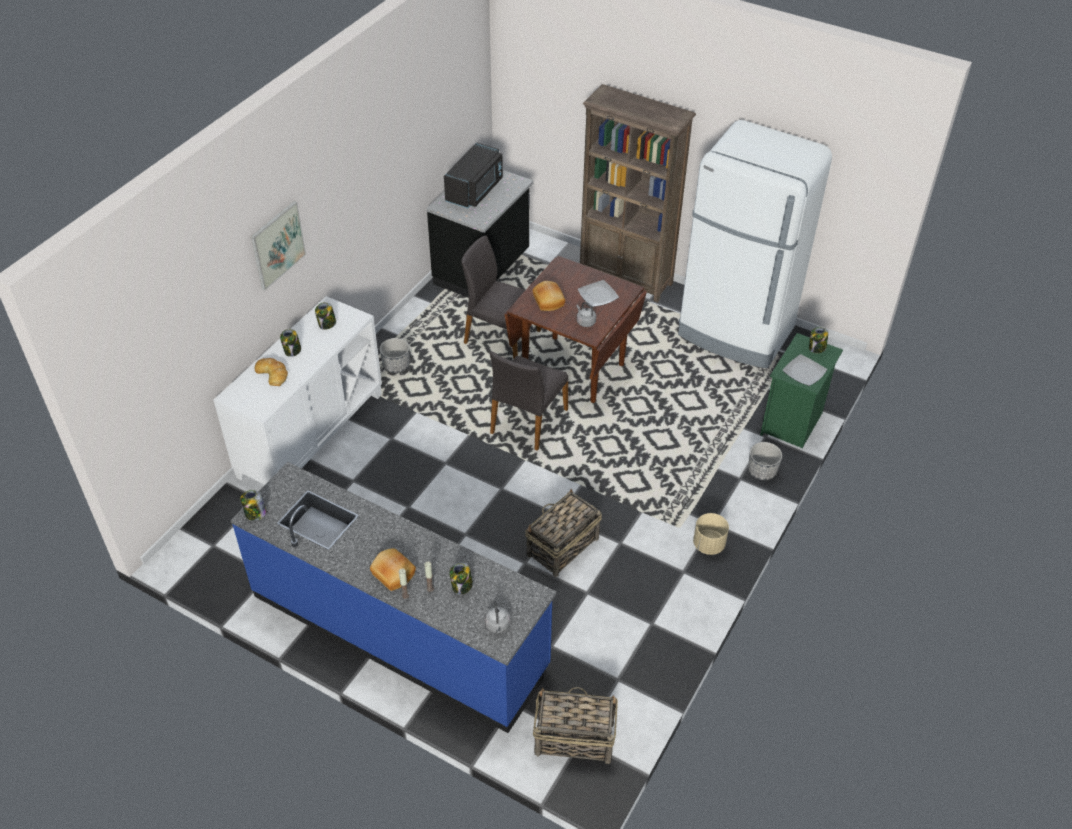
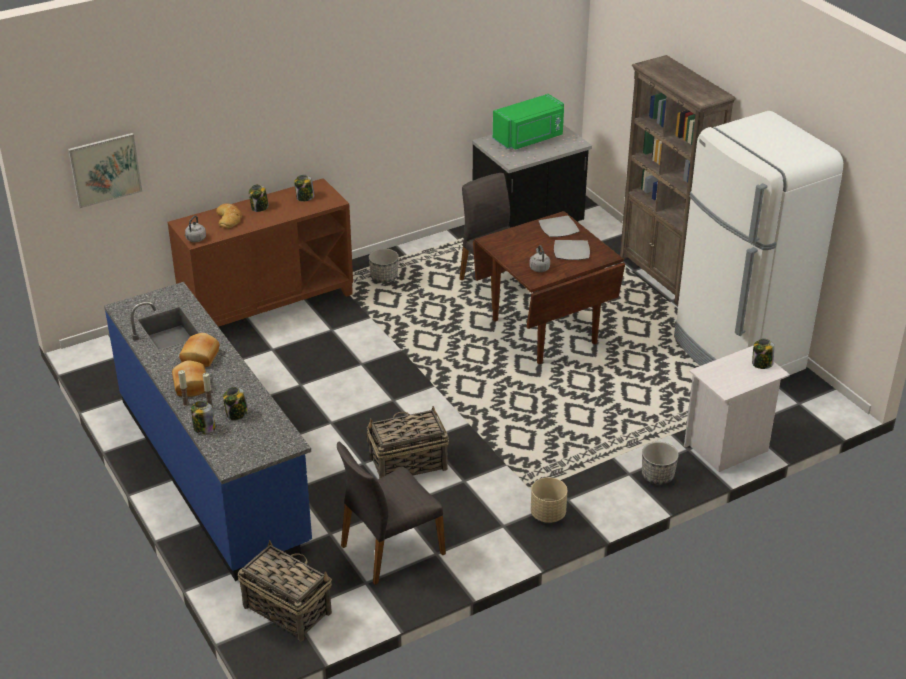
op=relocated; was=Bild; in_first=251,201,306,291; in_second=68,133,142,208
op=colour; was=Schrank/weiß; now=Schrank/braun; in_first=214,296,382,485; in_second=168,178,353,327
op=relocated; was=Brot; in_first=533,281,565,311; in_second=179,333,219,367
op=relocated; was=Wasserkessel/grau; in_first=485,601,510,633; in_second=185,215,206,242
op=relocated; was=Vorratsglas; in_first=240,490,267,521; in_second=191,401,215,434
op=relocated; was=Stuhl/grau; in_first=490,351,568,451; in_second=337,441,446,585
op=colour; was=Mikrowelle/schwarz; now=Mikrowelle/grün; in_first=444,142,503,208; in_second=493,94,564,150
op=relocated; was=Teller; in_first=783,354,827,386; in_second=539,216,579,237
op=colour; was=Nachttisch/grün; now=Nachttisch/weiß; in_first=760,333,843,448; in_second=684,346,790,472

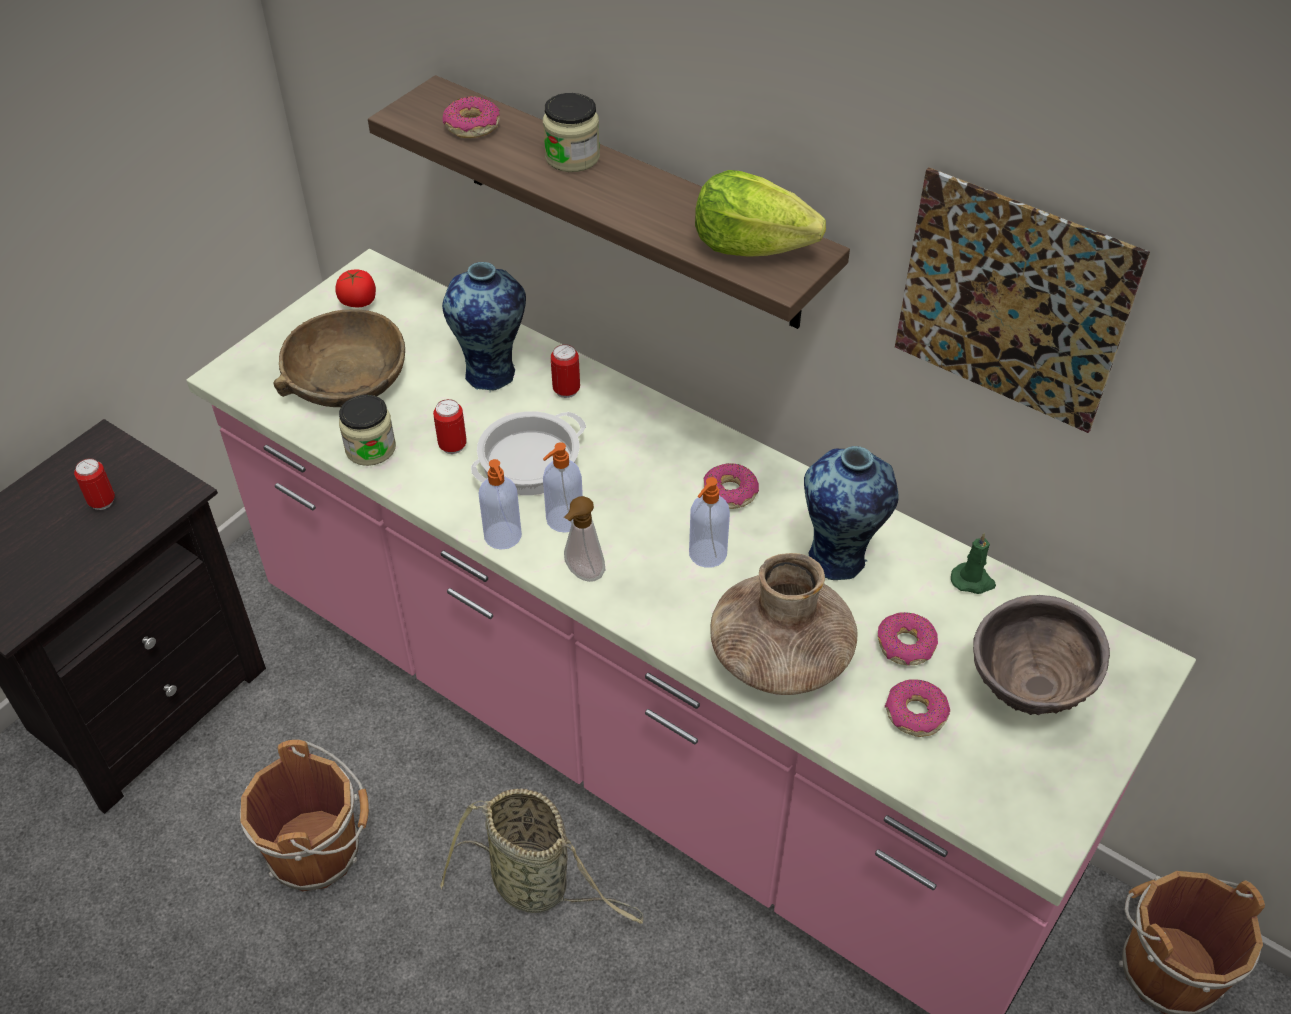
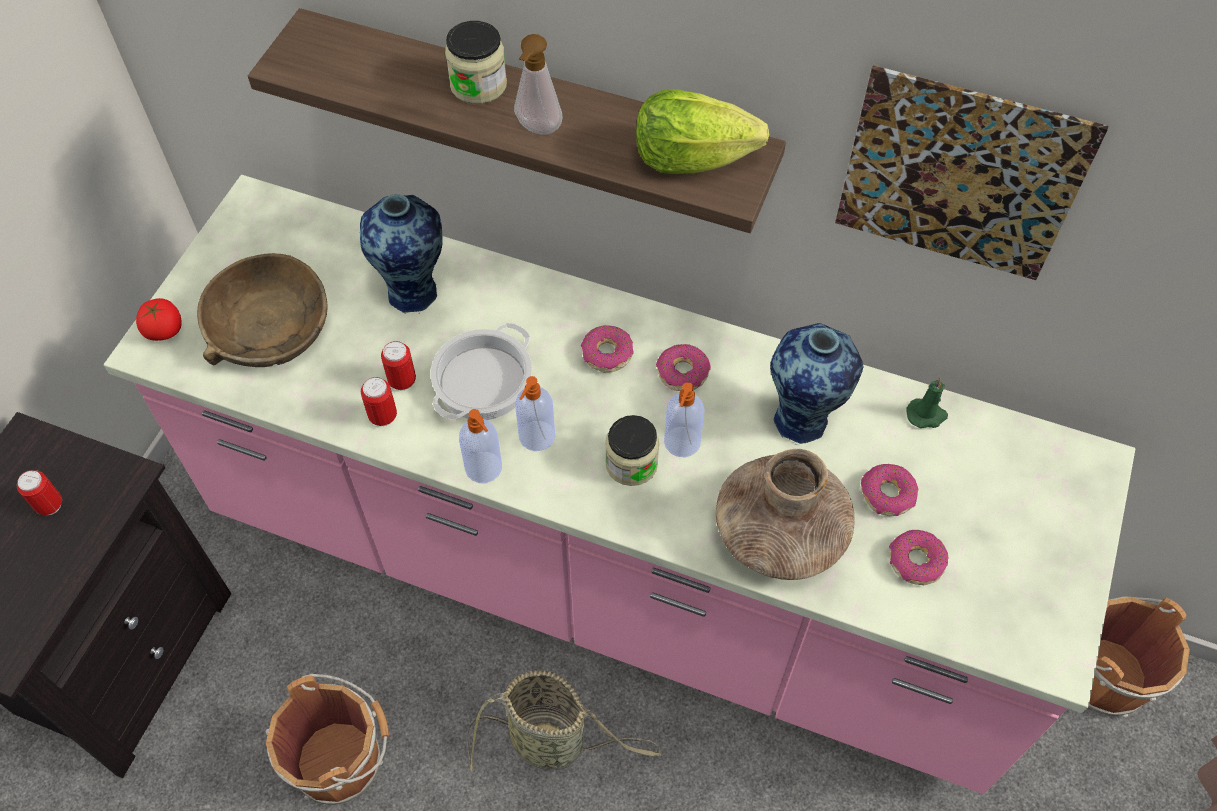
op=relocated; was=Tomate; in_first=335,270,376,307; in_second=136,298,182,341
op=relocated; was=Dose; in_first=551,344,580,398; in_second=361,377,397,426
op=relocated; was=Seifenspender; in_first=564,496,605,582; in_second=514,34,563,134
op=relocated; was=Donut; in_first=443,96,500,138; in_second=581,325,634,373
op=relocated; was=Vorratsglas; in_first=339,395,396,466; in_second=605,415,659,486
op=missing; was=Schüssel/braun; in_first=973,595,1110,715

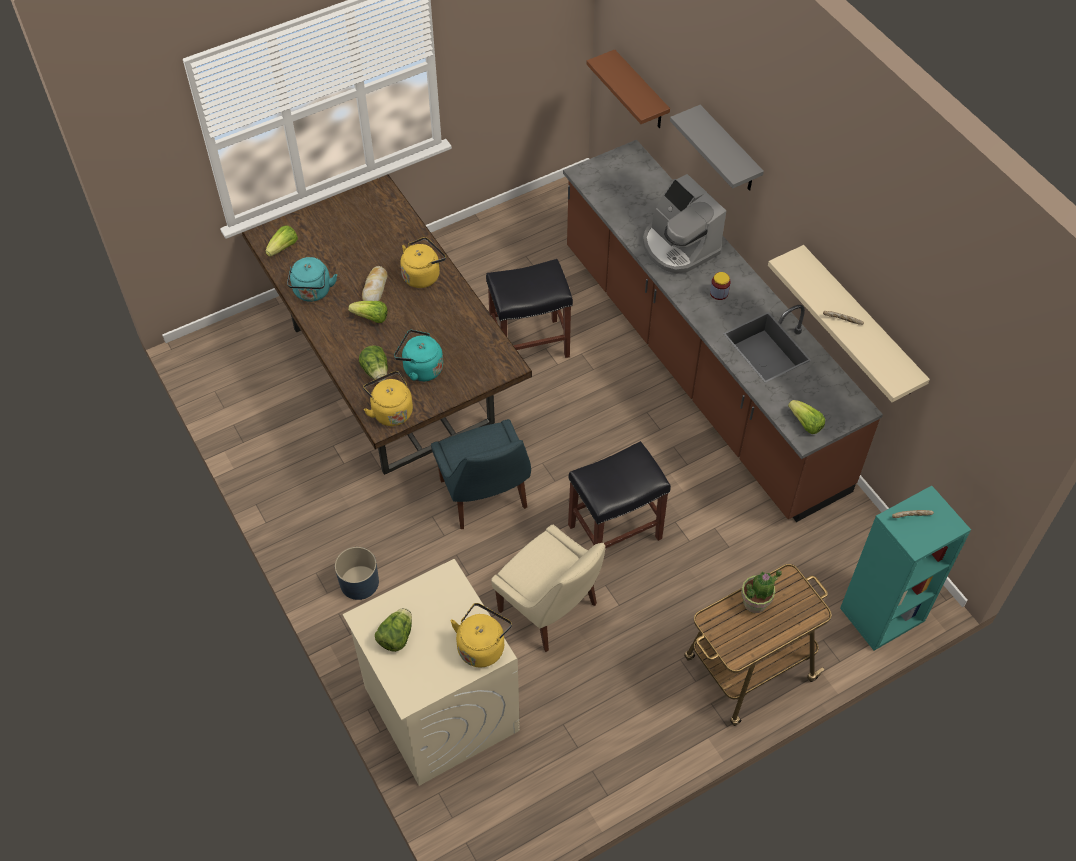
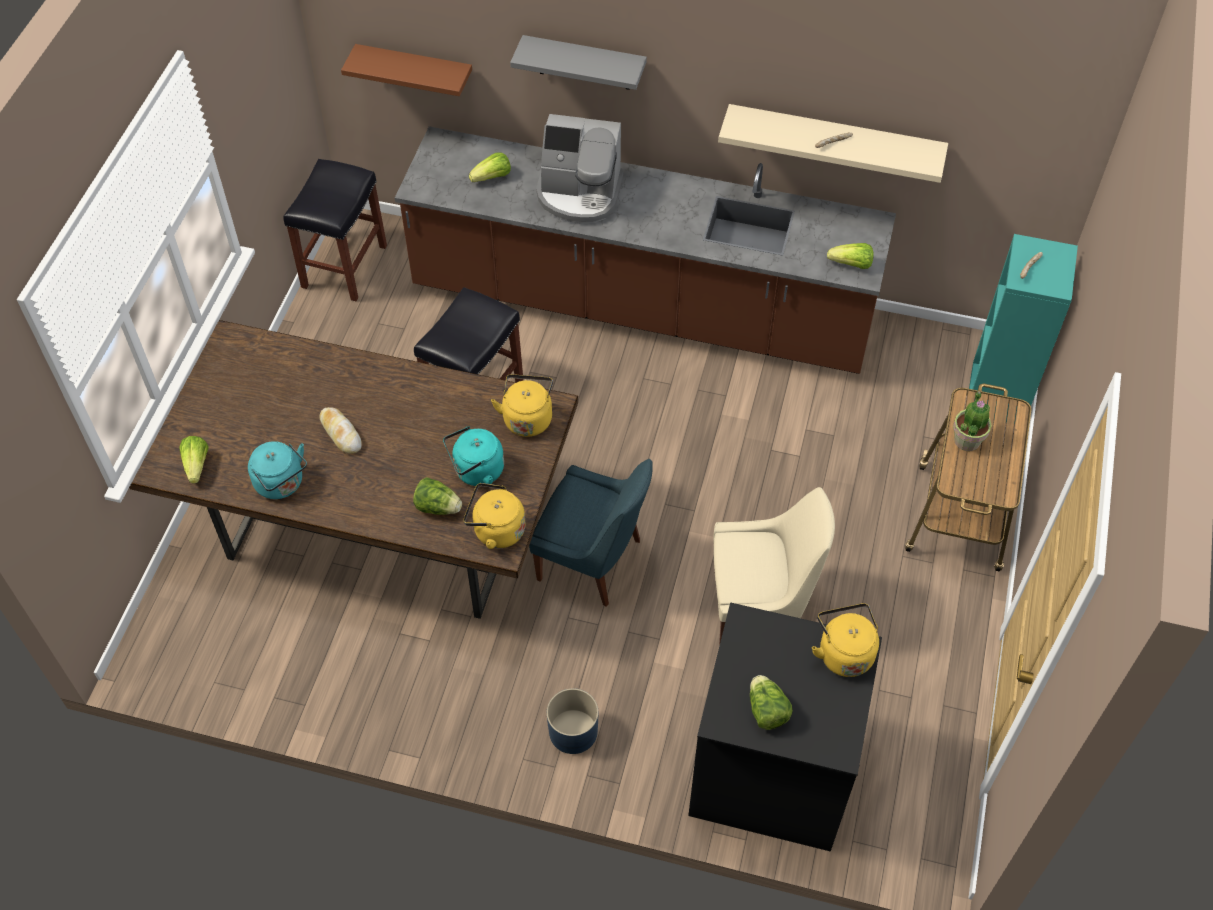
op=relocated; was=Hocker/schwarz; in_first=568,441,671,548; in_second=283,159,387,302
op=relocated; was=Salatkopf; in_first=348,301,388,323; in_second=469,152,511,182
op=relocated; was=Wasserkessel/gelb; in_first=400,237,446,288; in_second=491,374,553,437
op=colour; was=Waschmaschine/beige; now=Waschmaschine/schwarz; in_first=343,559,520,786; in_second=688,602,882,852
op=missing; was=Vorratsglas; in_first=710,272,731,300

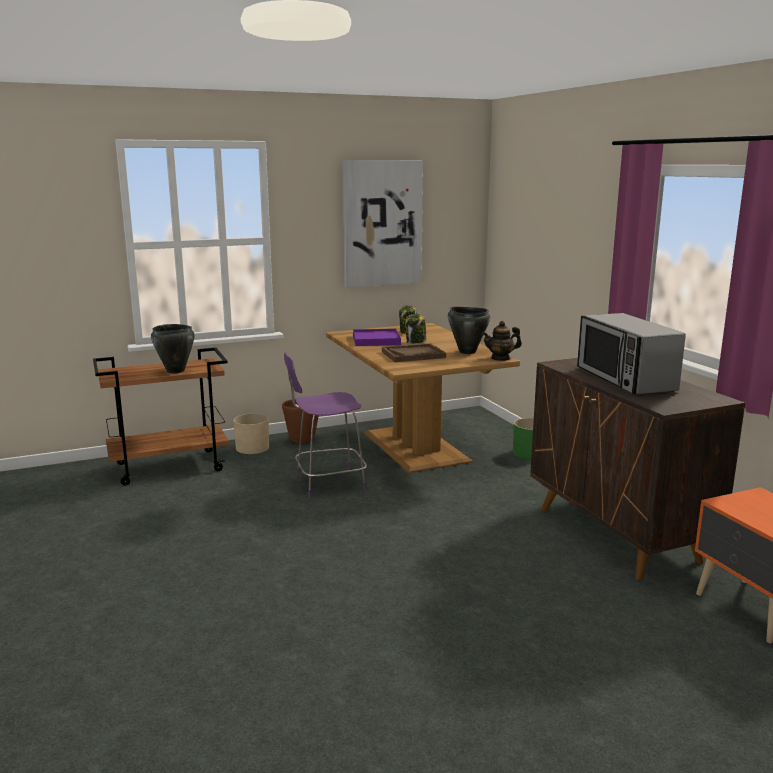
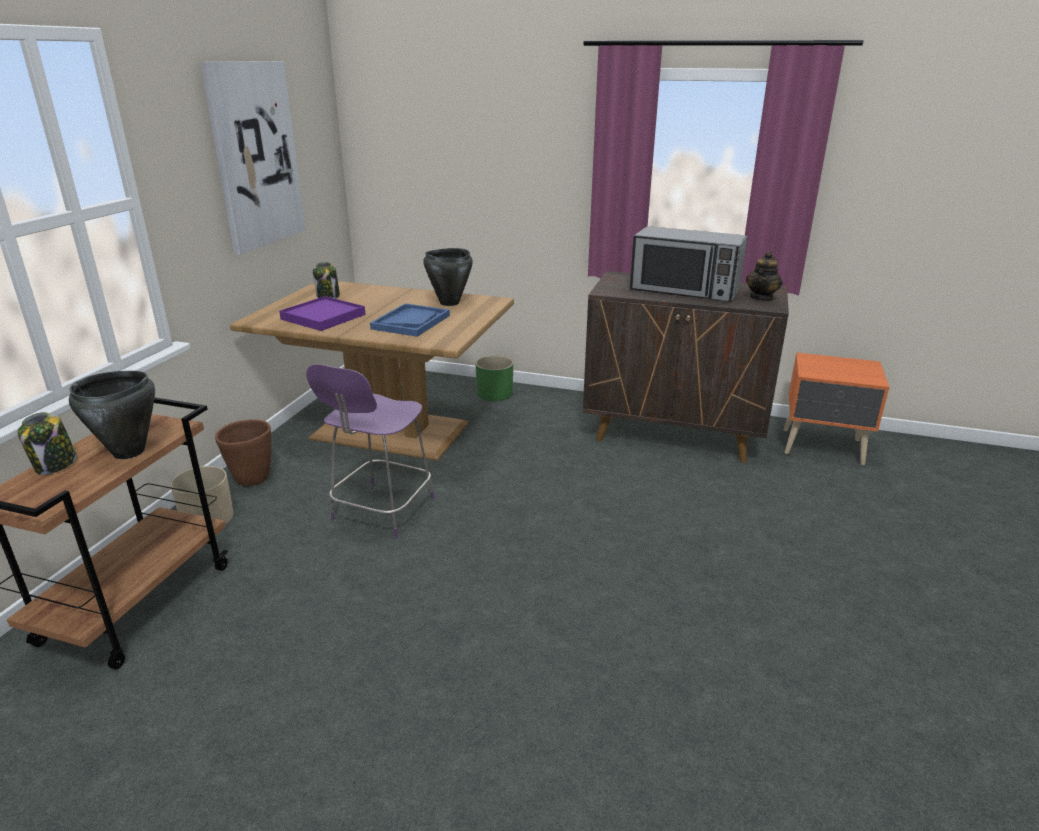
op=relocated; was=Vorratsglas; in_first=405,314,427,344; in_second=17,412,77,475
op=colour; was=Tablett/braun; now=Tablett/blau; in_first=382,343,446,362; in_second=370,303,450,337
op=relocated; was=Teekanne; in_first=482,321,522,361; in_second=746,251,783,302

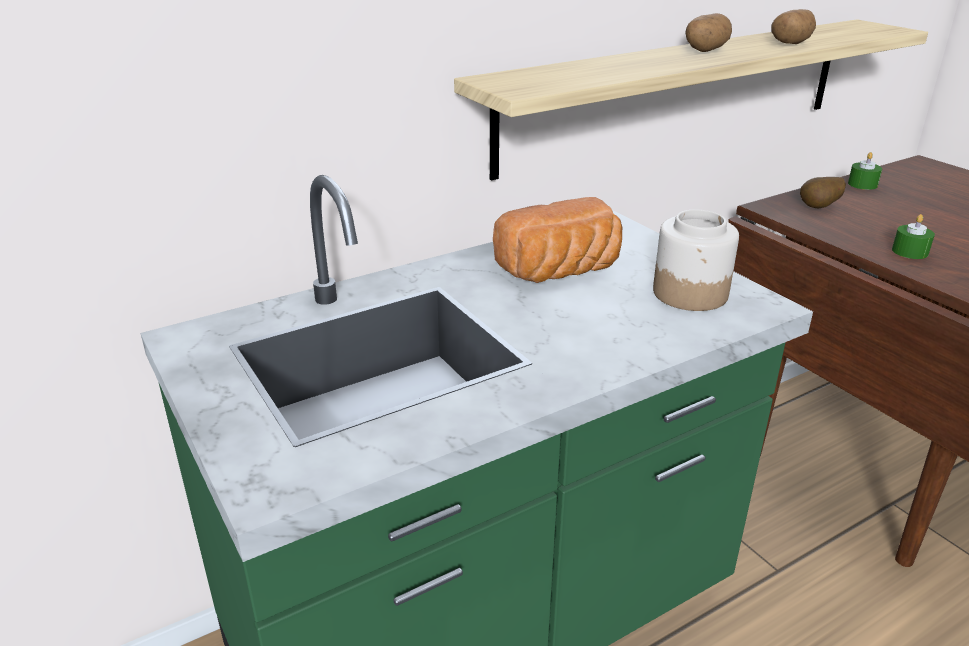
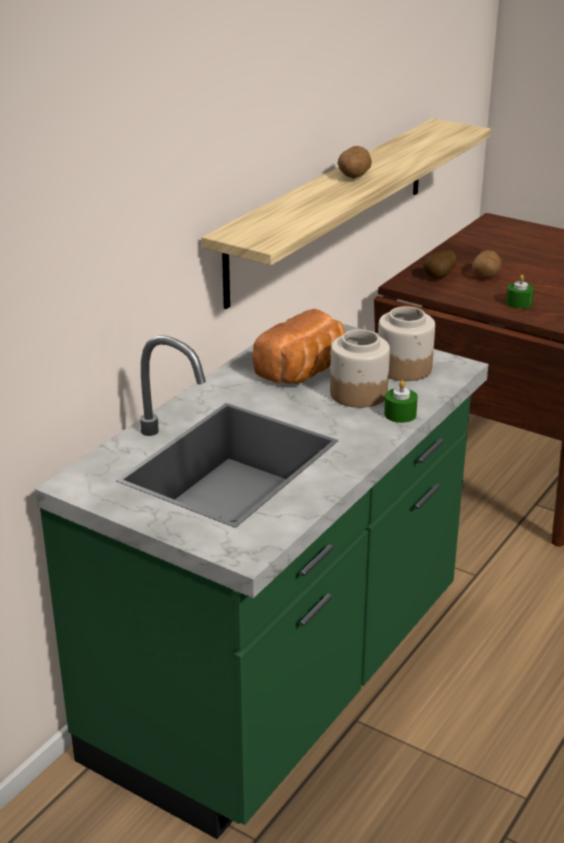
op=appeared; now=Vorratsglas; in_second=330,330,390,408
op=relocated; was=Kerze/grün; in_first=848,152,882,190; in_second=384,380,418,423
op=relocated; was=Kartoffel; in_first=771,9,816,44; in_second=472,250,501,278

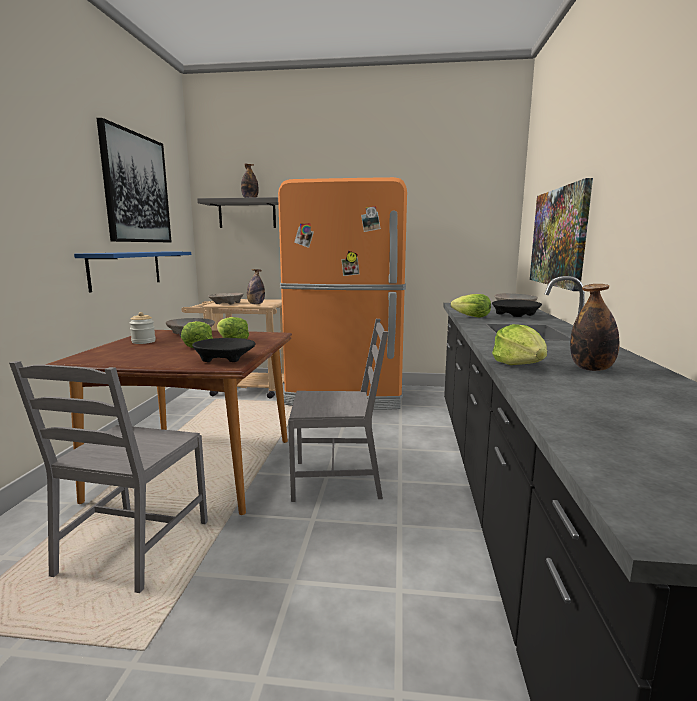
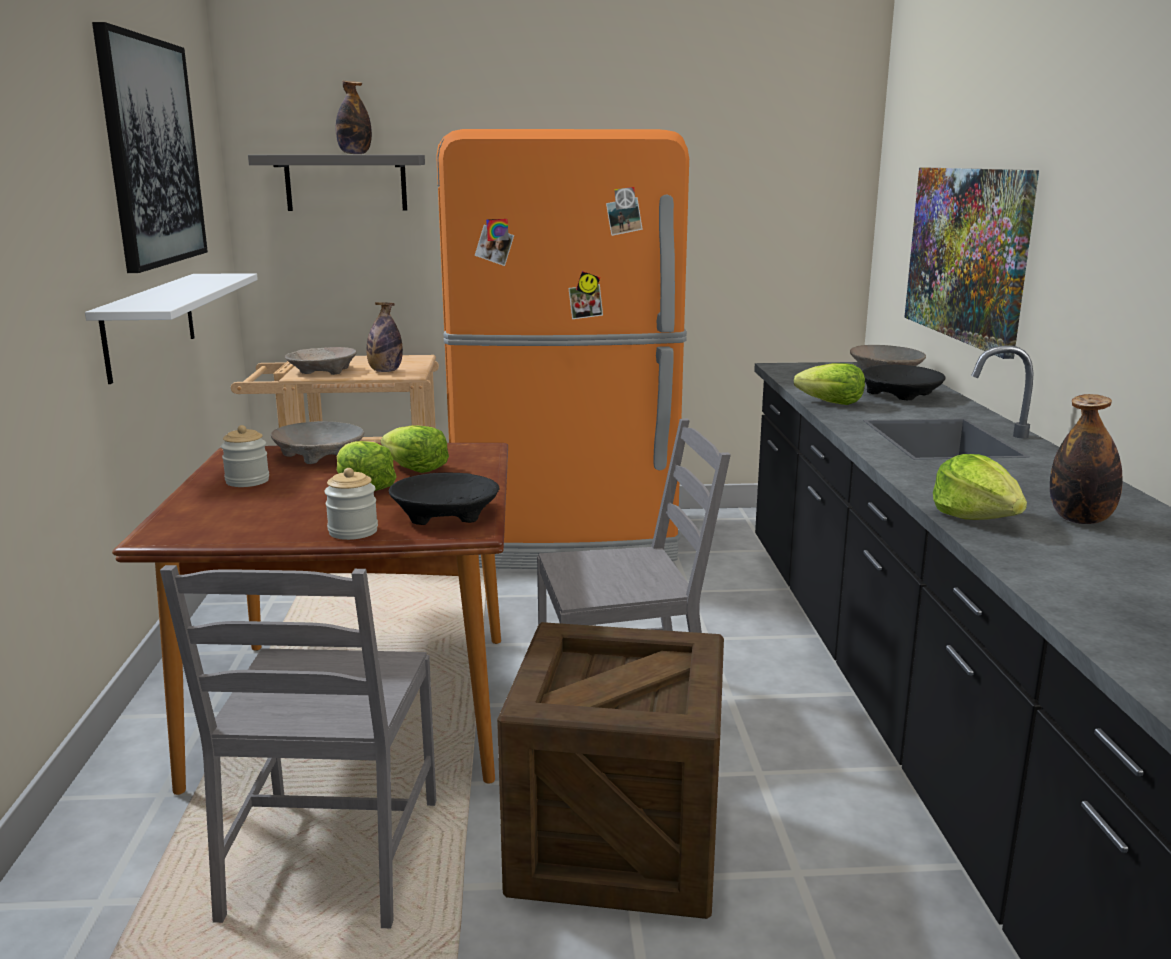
op=colour; was=Wandregal/blau; now=Wandregal/weiß; in_first=74,252,191,293; in_second=85,273,258,384
op=appeared; now=Vorratsglas; in_second=324,468,378,540
op=appeared; now=Kiste; in_second=497,622,724,919

